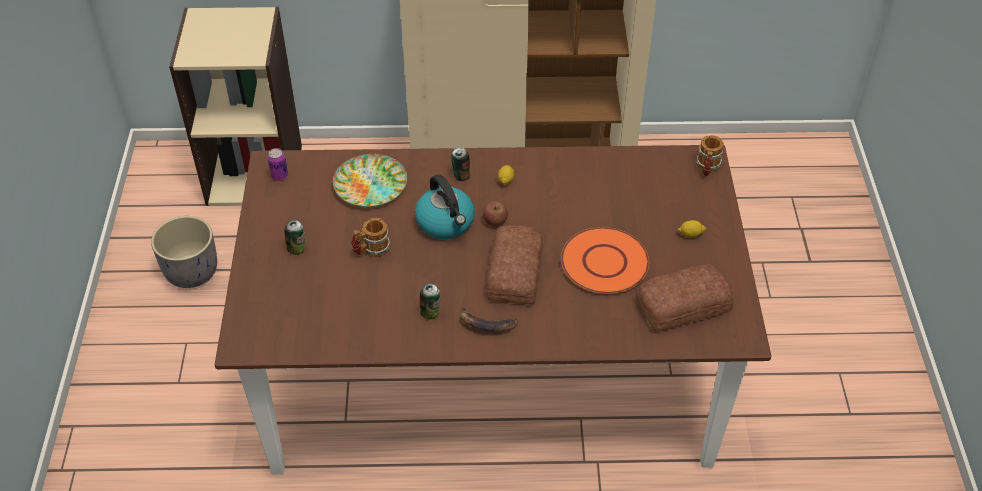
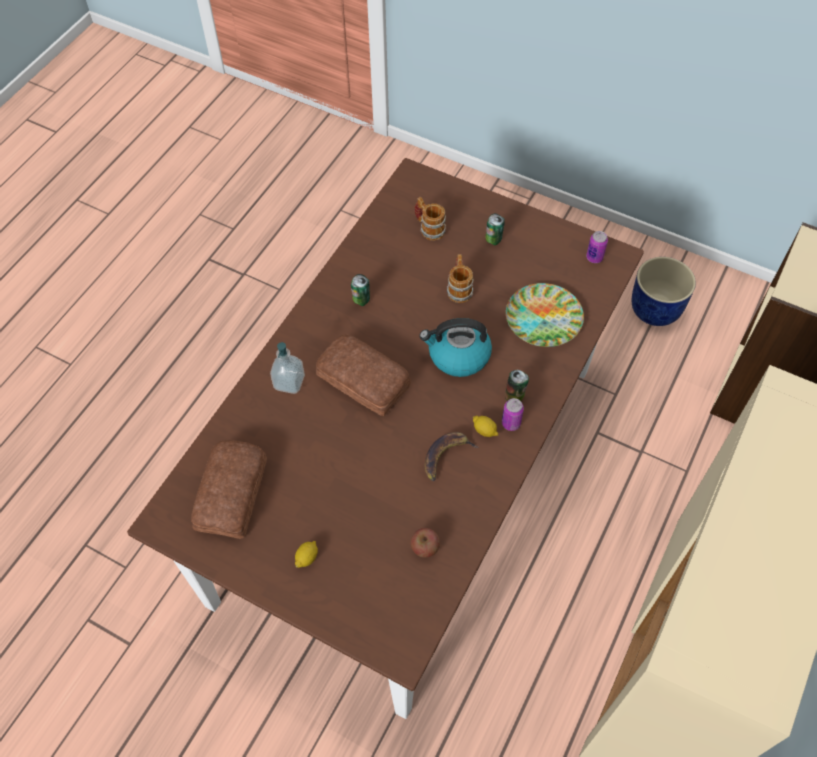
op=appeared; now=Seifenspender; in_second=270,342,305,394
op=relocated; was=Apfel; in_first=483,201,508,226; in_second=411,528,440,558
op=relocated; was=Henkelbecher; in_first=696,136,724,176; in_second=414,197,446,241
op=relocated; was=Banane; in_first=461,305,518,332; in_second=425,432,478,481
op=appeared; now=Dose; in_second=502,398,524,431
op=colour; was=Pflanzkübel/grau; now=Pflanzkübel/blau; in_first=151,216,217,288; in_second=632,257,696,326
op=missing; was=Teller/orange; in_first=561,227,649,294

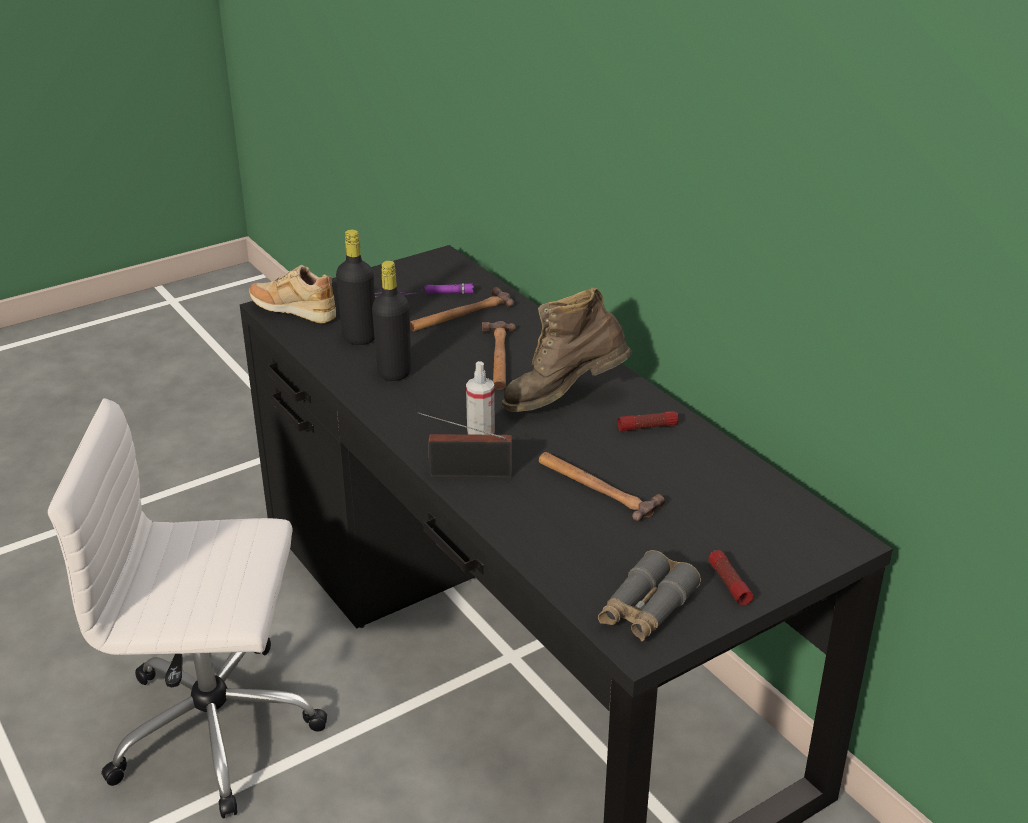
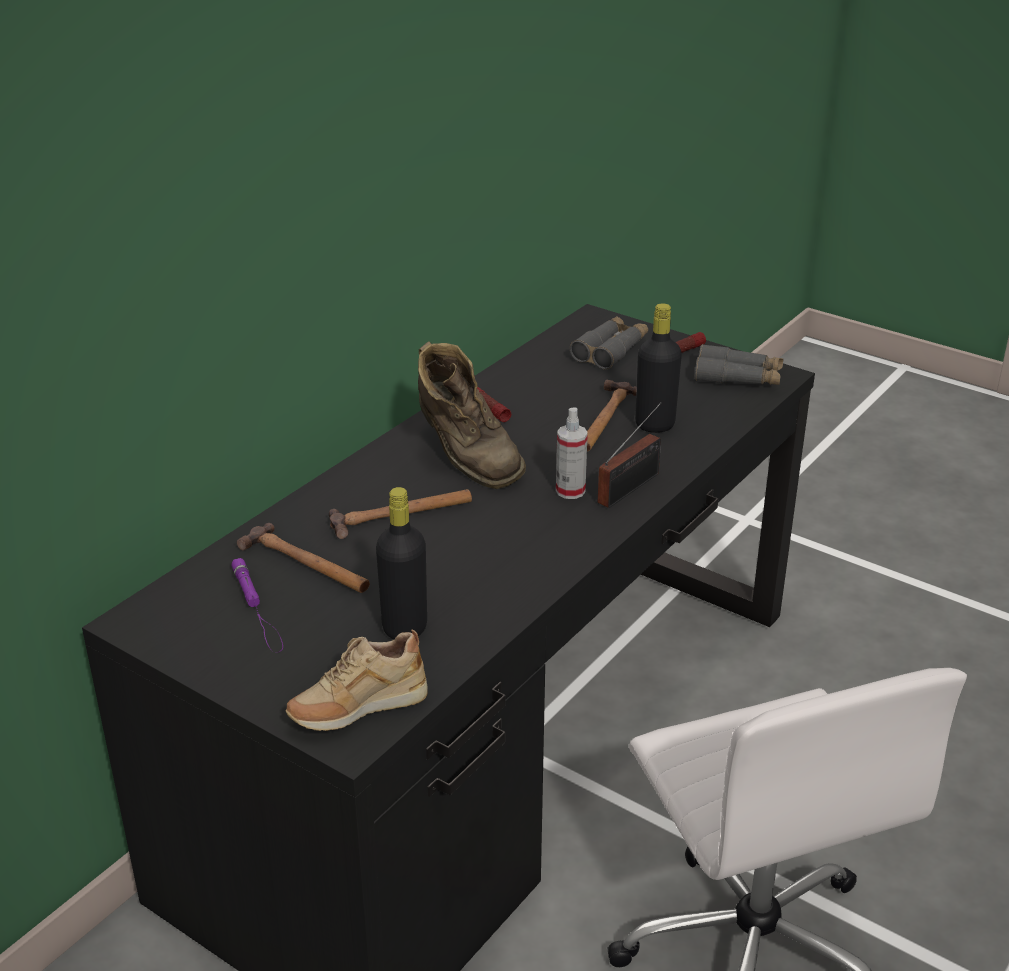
op=spun; was=Schuh/beige; in_first=249,265,336,323; in_second=286,630,428,731; clockwise=60
op=appeared; now=Fernglas/grau; in_second=570,316,648,370
op=spun; was=Radio; in_first=417,412,512,477; in_second=598,402,661,508; clockwise=-120
op=relocated; was=Flasche/schwarz; in_first=372,261,411,381; in_second=635,303,682,433

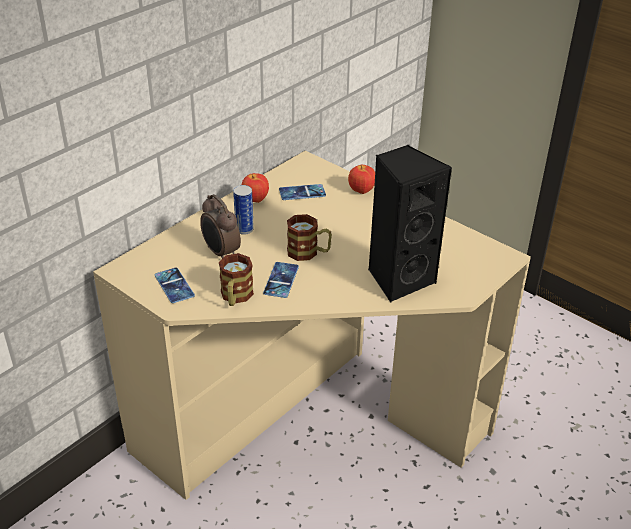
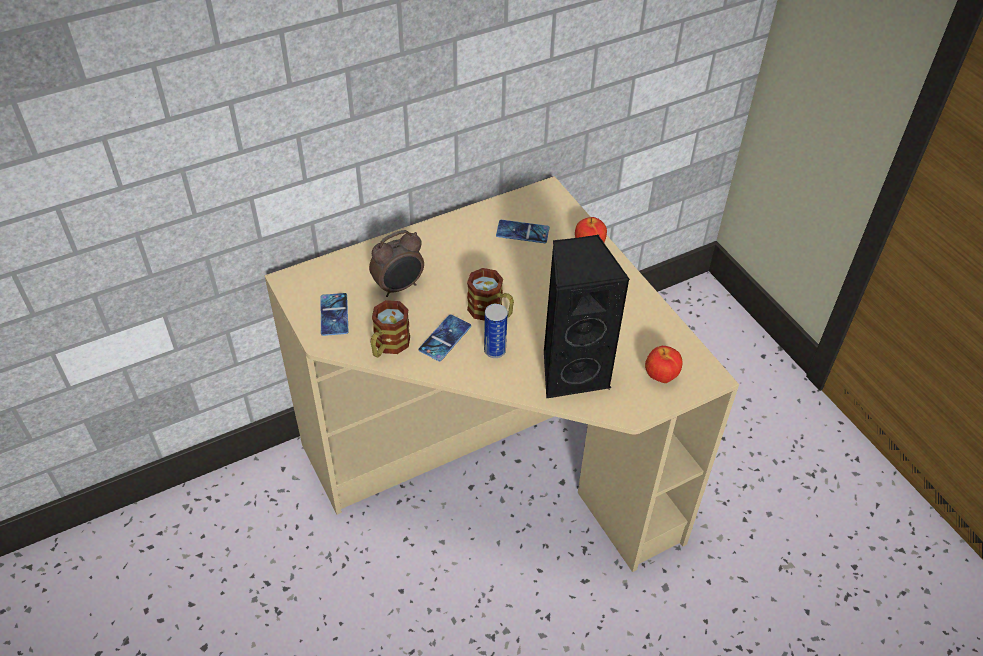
op=spun; was=Wecker; in_first=200,194,241,259; in_second=369,230,424,297; clockwise=-105
op=relocated; was=Dose; in_first=233,185,254,235; in_second=484,304,508,358
op=relocated; was=Apfel; in_first=242,173,269,203; in_second=645,346,682,383

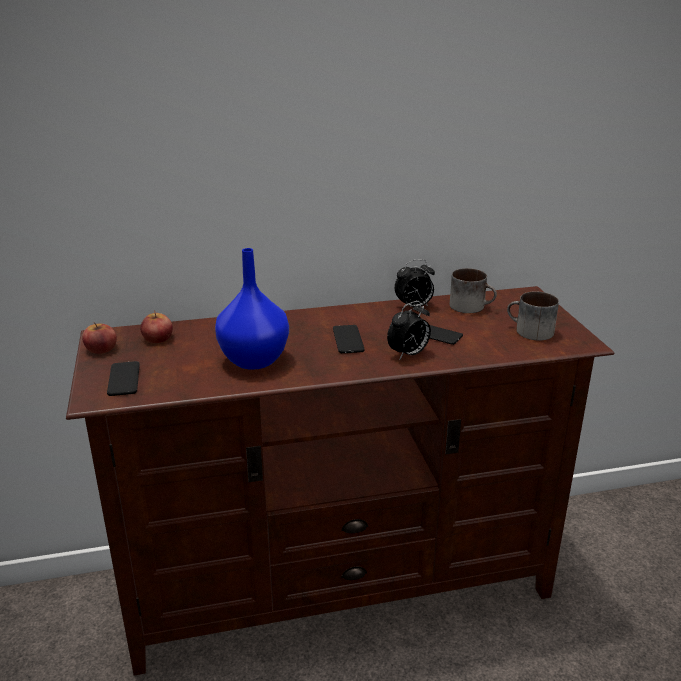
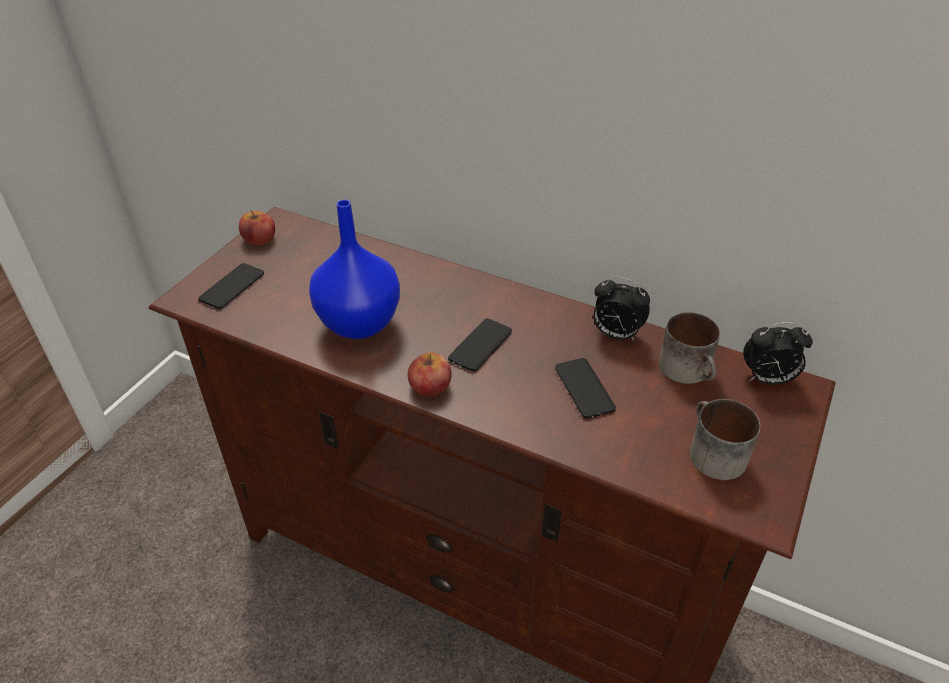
op=relocated; was=Apfel; in_first=140,310,173,343; in_second=408,353,452,397
op=relocated; was=Wecker; in_first=387,301,431,360; in_second=743,322,813,385

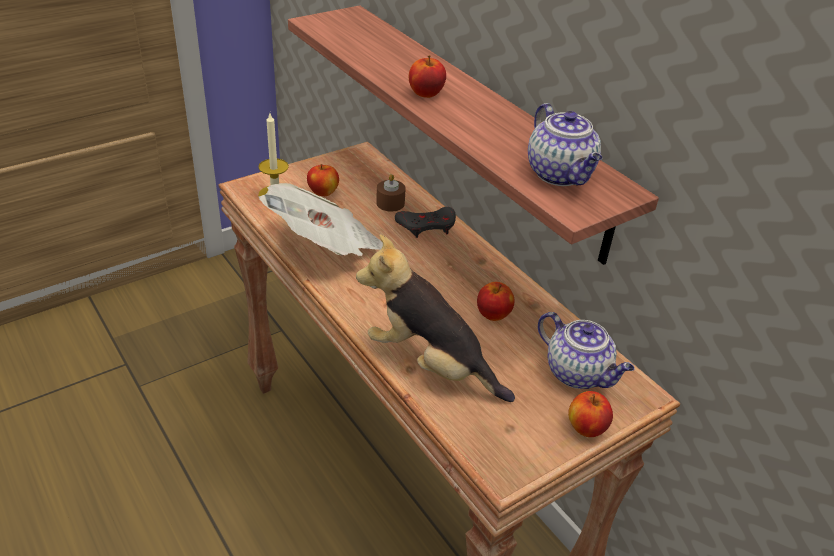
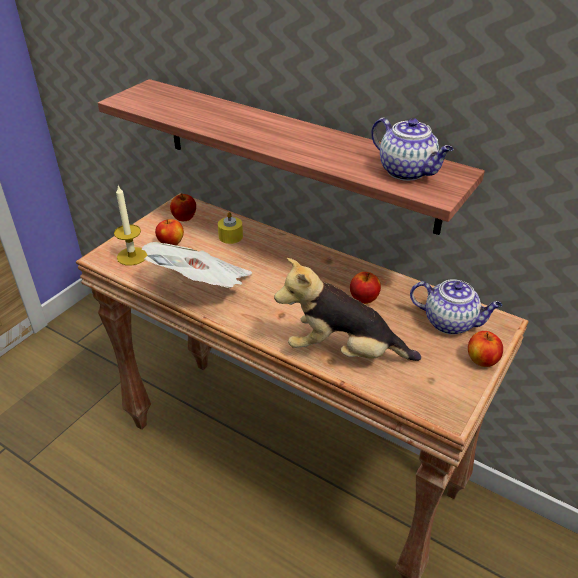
op=relocated; was=Apfel; in_first=409,55,446,98; in_second=170,193,196,221
op=colour; was=Kerze/braun; now=Kerze/gelb; in_first=376,174,406,211; in_second=218,212,243,244
op=missing; was=Gamepad/grau; in_first=395,207,456,238

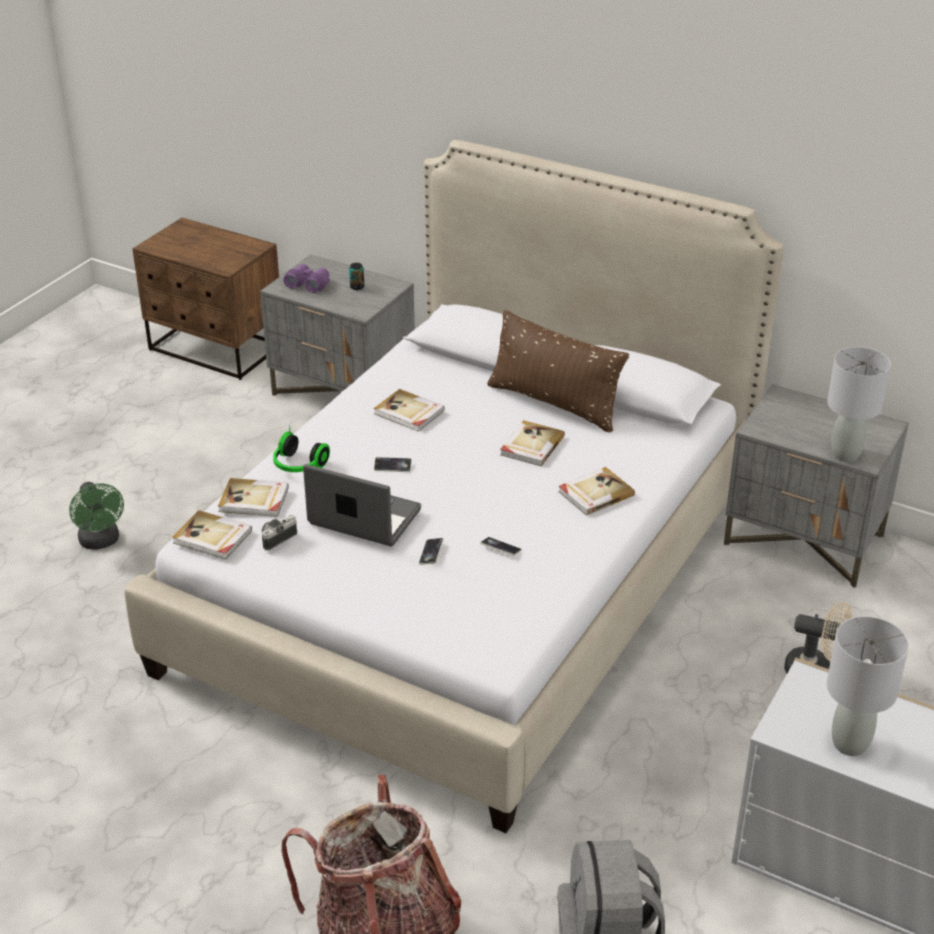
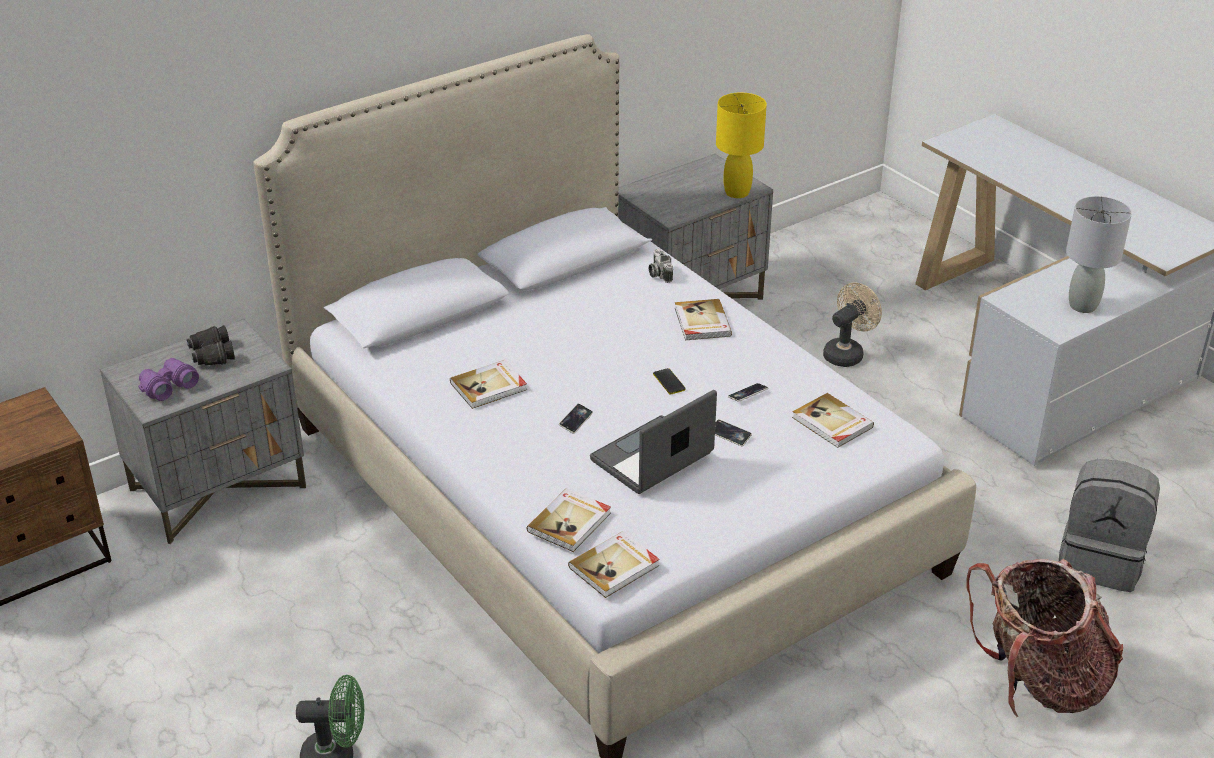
op=exchanged; was=Dose; now=Fernglas/schwarz; in_first=349,263,364,290; in_second=187,325,235,365
op=relocated; was=Kamera; in_first=262,515,297,551; in_second=649,249,673,283
op=appeared; now=Handy; in_second=653,368,686,395
op=colour; was=Tischlampe/grau; now=Tischlampe/gelb; in_first=827,347,891,462; in_second=716,92,767,198
op=relocated; was=Buch; in_first=500,420,565,466; in_second=792,393,874,448
op=missing; was=Kopfhörer; in_first=273,426,330,472
op=missing; was=Kissen/braun; in_first=487,310,629,433

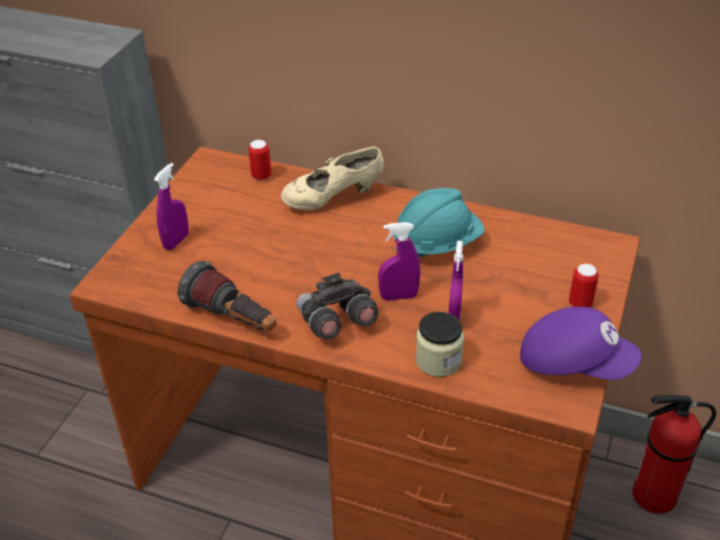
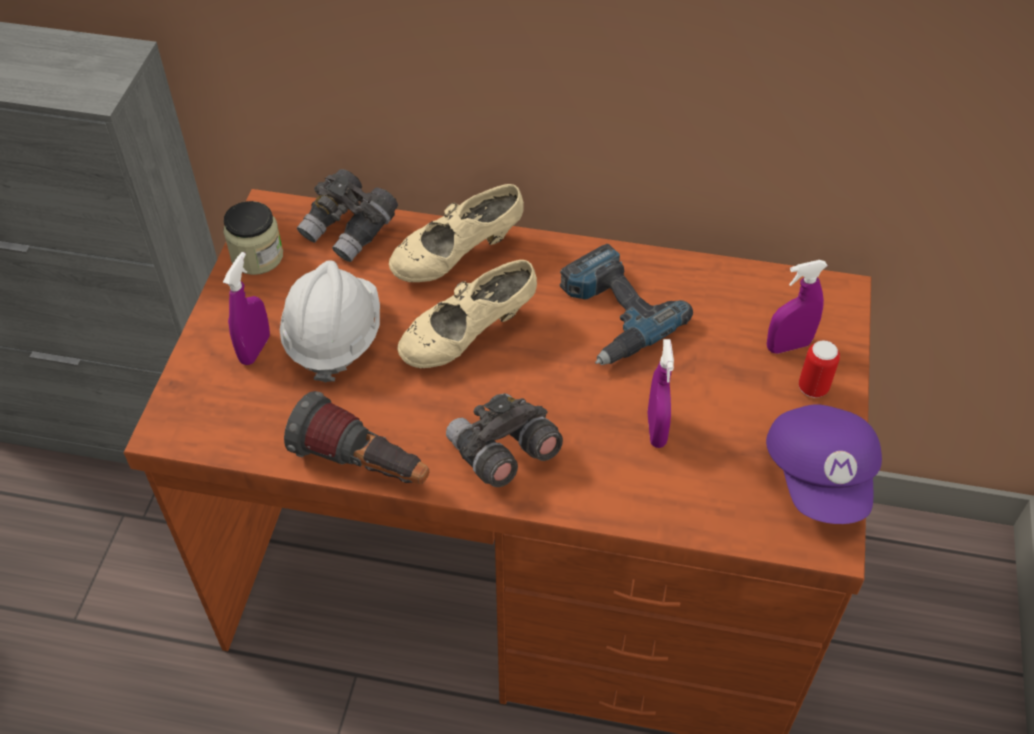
op=relocated; was=Vorratsglas; in_first=416,312,464,377; in_second=223,201,283,275
op=appeared; now=Schutzhelm/weiß; in_second=280,261,380,383
op=exchanged; was=Dose; now=Fernglas/grau; in_first=248,140,271,181; in_second=297,169,398,262
op=appeared; now=Schuh/beige; in_second=398,260,537,368
op=exchanged; was=Schutzhelm/türkis; now=Bohrmaschine; in_first=393,188,485,257; in_second=559,244,693,365
op=spun; was=Kappe/lila; in_first=520,307,642,380; in_second=766,404,882,524; clockwise=75
op=relocated; was=Sprühflasche/lila; in_first=378,222,420,301; in_second=767,260,828,354
op=missing; was=Feuerlöscher; in_first=632,393,716,514

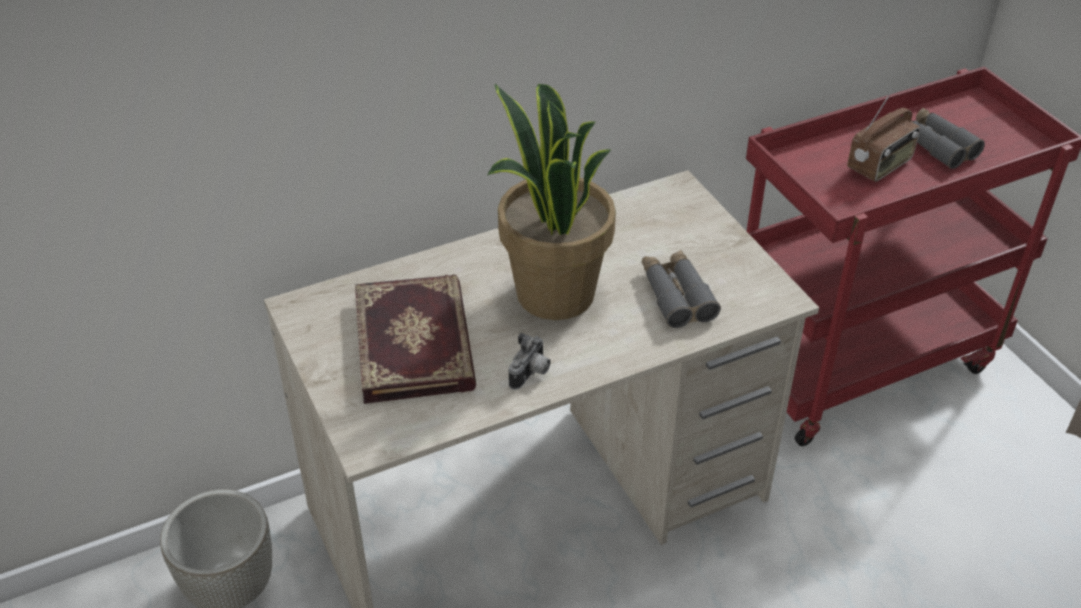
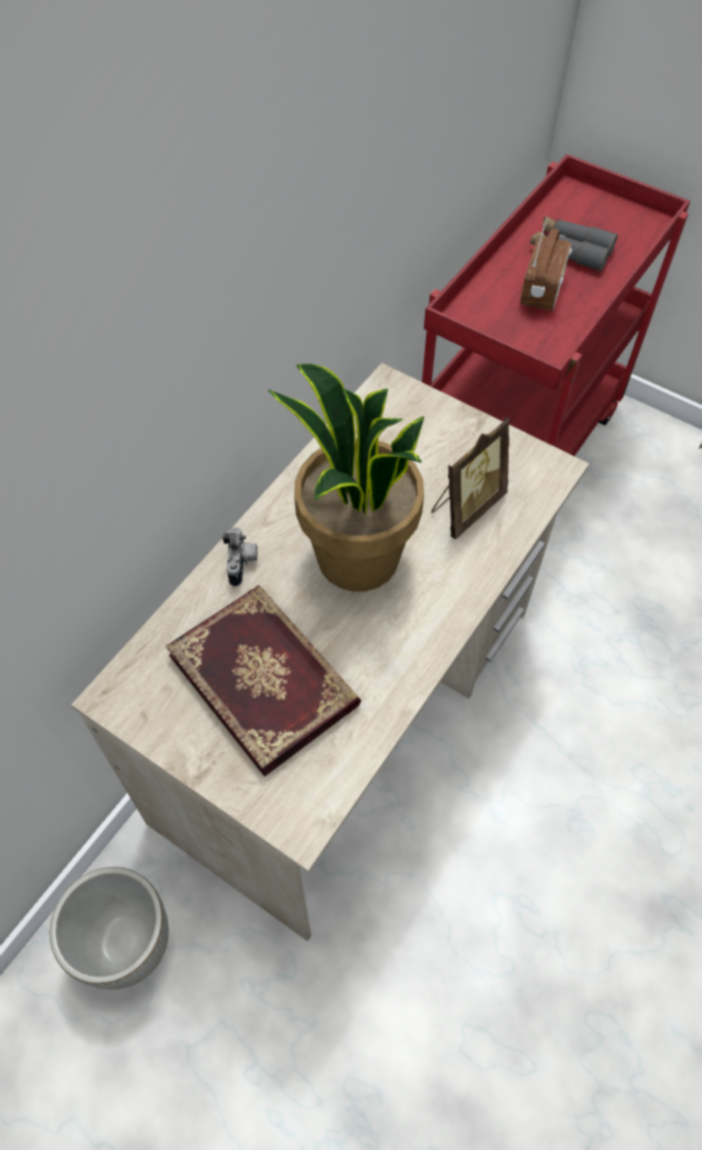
op=relocated; was=Kamera; in_first=509,333,551,390; in_second=222,527,258,587
op=exchanged; was=Fernglas/grau; now=Bilderrahmen; in_first=642,250,721,328; in_second=431,417,510,540

